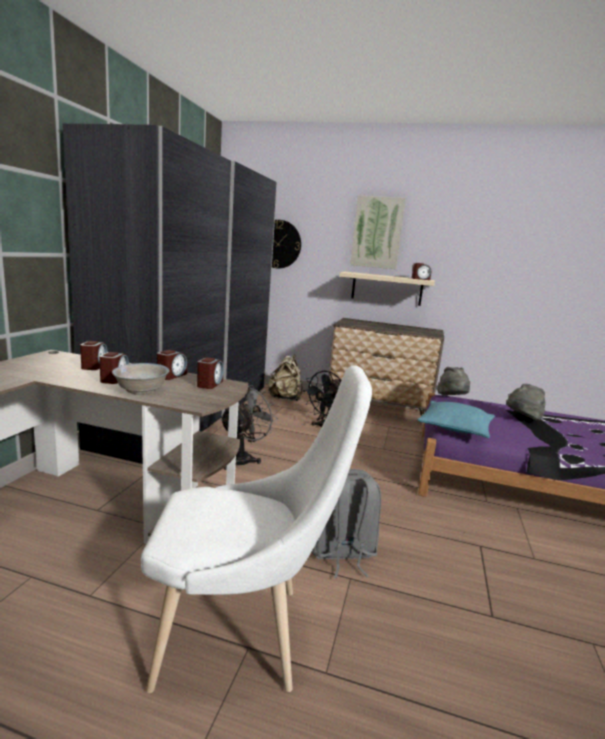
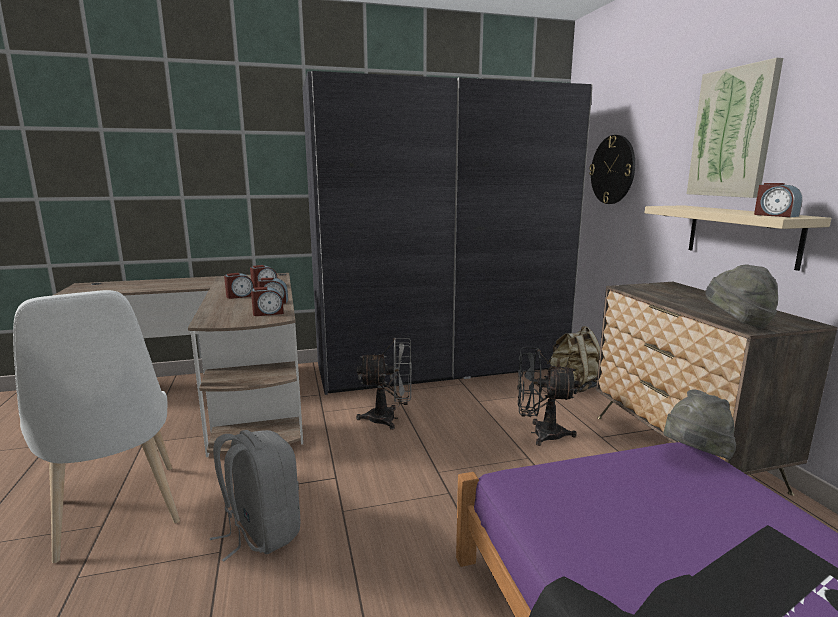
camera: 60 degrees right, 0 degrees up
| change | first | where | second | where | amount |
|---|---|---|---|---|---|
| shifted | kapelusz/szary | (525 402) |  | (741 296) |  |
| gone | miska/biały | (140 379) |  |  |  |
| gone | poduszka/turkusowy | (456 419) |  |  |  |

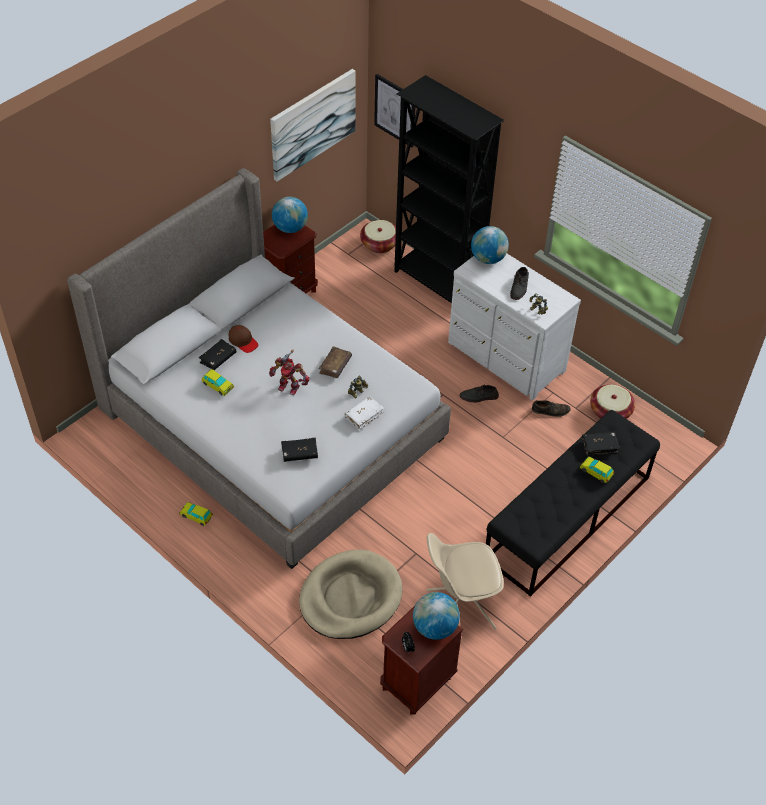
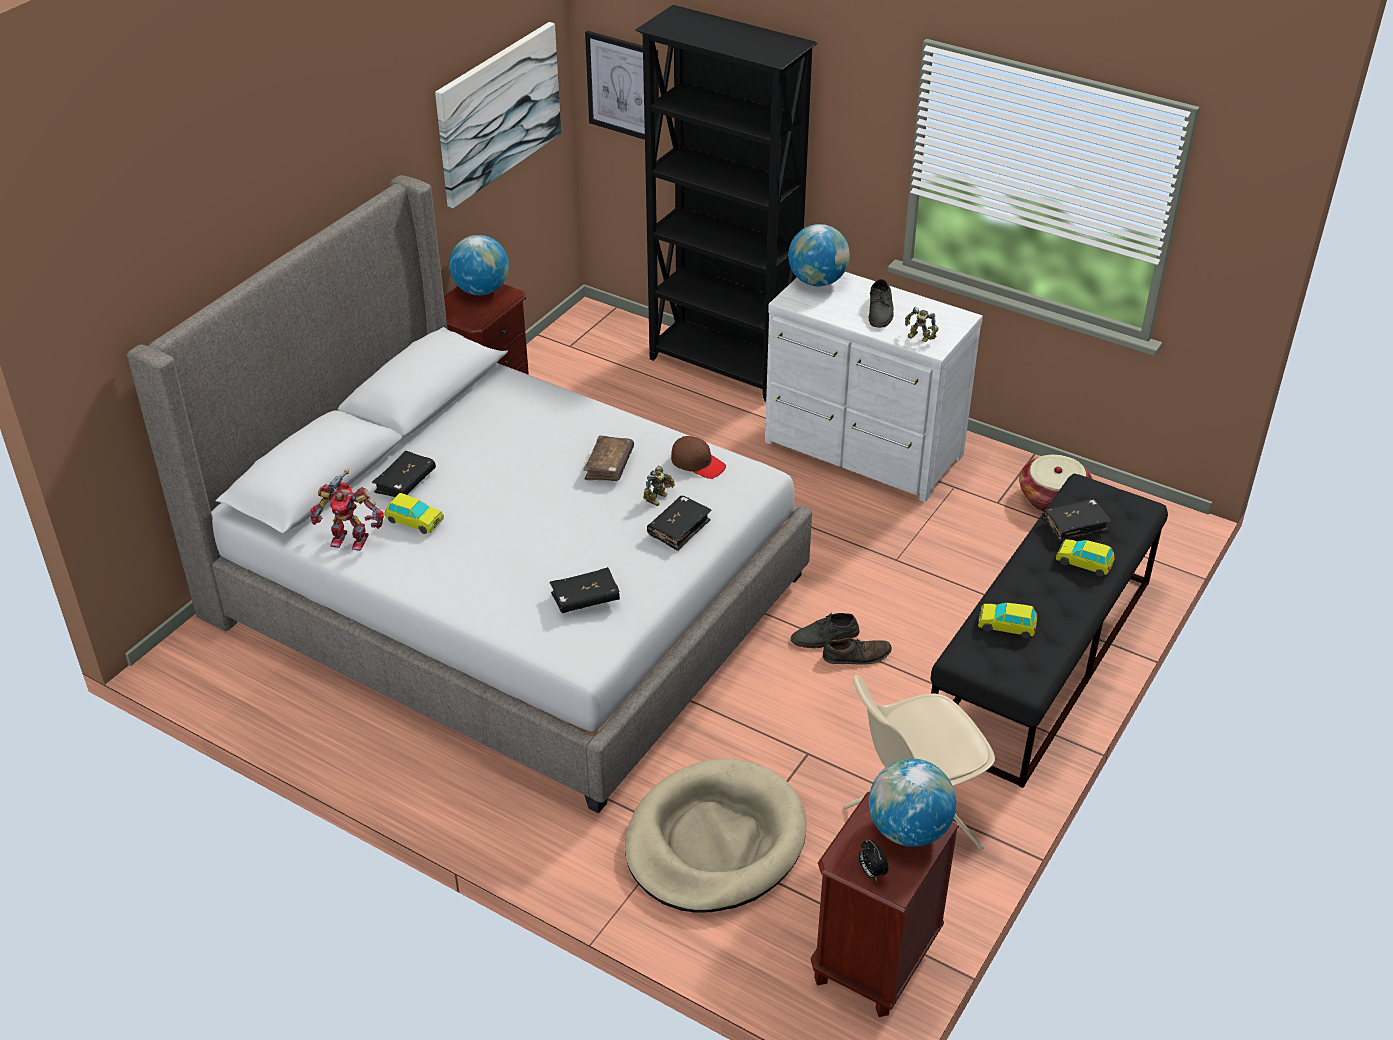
camera: 10 degrees left, 10 degrees down
| change | first | where | second | where | amount |
|---|---|---|---|---|---|
| shifted | robot zabawkowy | (289 372) |  | (347 510) |  |
| repainted | książka/biały | (364 413) | książka/czarny | (679 523) |  |
| shifted | czapka z daszkiem/brązowy | (243 339) |  | (698 457) |  |
| shifted | but/szary | (479 394) |  | (825 630) |  |
| shifted | but/brązowy | (551 408) |  | (857 651) |  |
| shifted | samochodzik | (196 514) |  | (1008 620) |  |
| gone | koszyk | (378 236) |  |  |  |

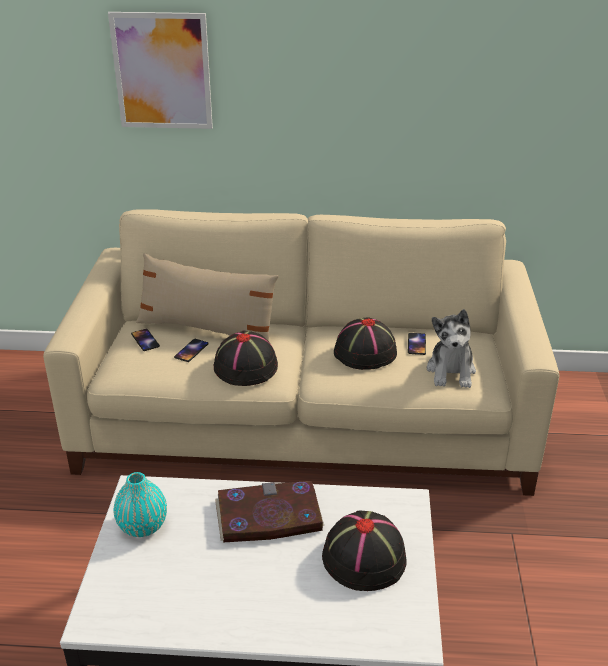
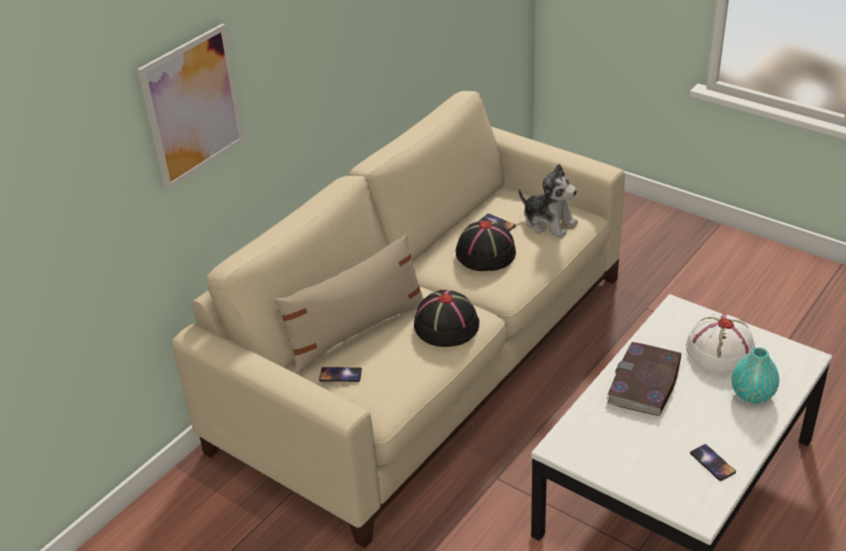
camera: 55 degrees left, 5 degrees up
| change | first | where | second | where | amount |
|---|---|---|---|---|---|
| repainted | kapelusz/czarny | (364 551) | kapelusz/biały | (720 344) |  |
| shifted | telefon | (191 350) |  | (713 462) |  |
| shifted | wazon/turkusowy | (140 504) |  | (755 375) |  |

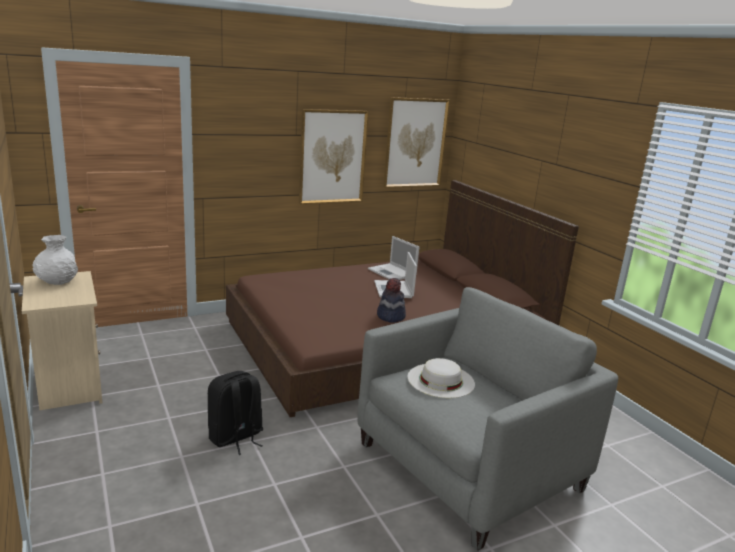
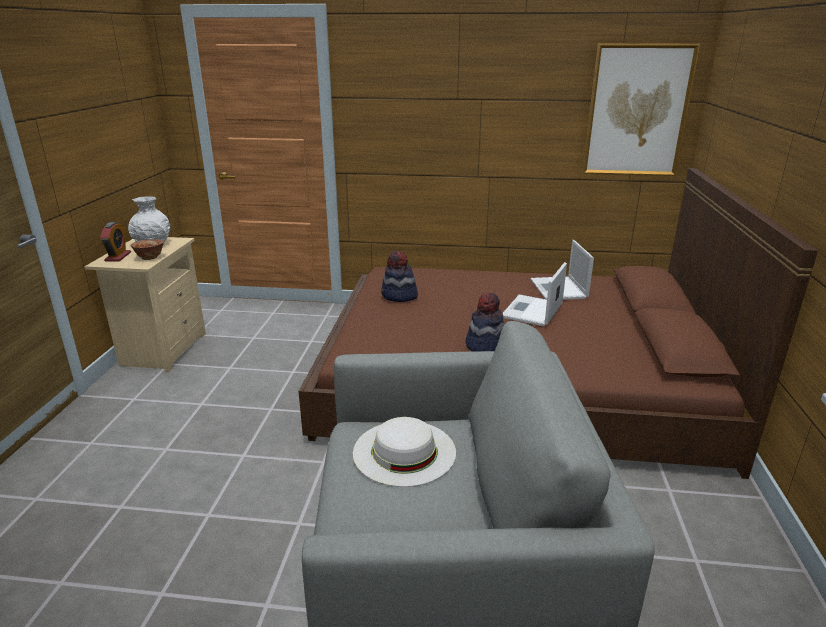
camera: 35 degrees right, 5 degrees up
| change | first | where | second | where | amount |
|---|---|---|---|---|---|
| new |  |  | budzik | (115 242) |  |
| new |  |  | miska | (147 249) |  |
| new |  |  | kapelusz | (399 276) |  |
| gone | plecak/czarny | (235 413) |  |  |  |
| gone | obraz | (334 156) |  |  |  |

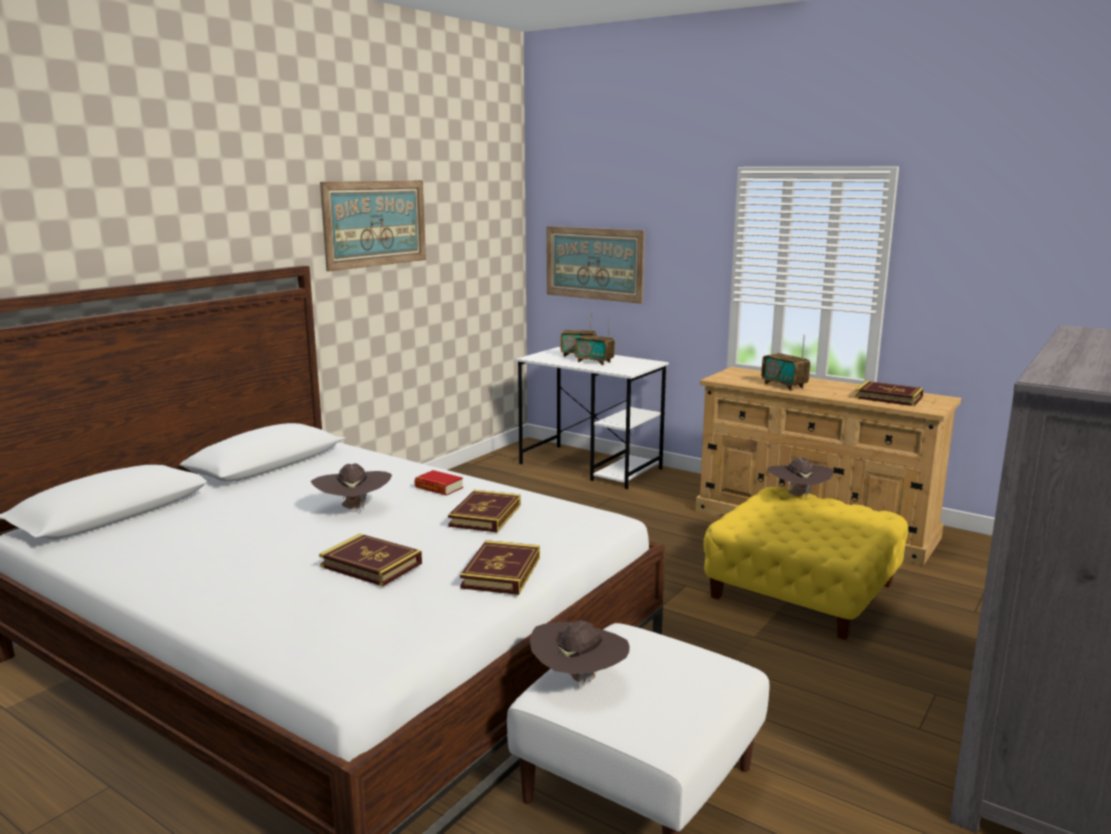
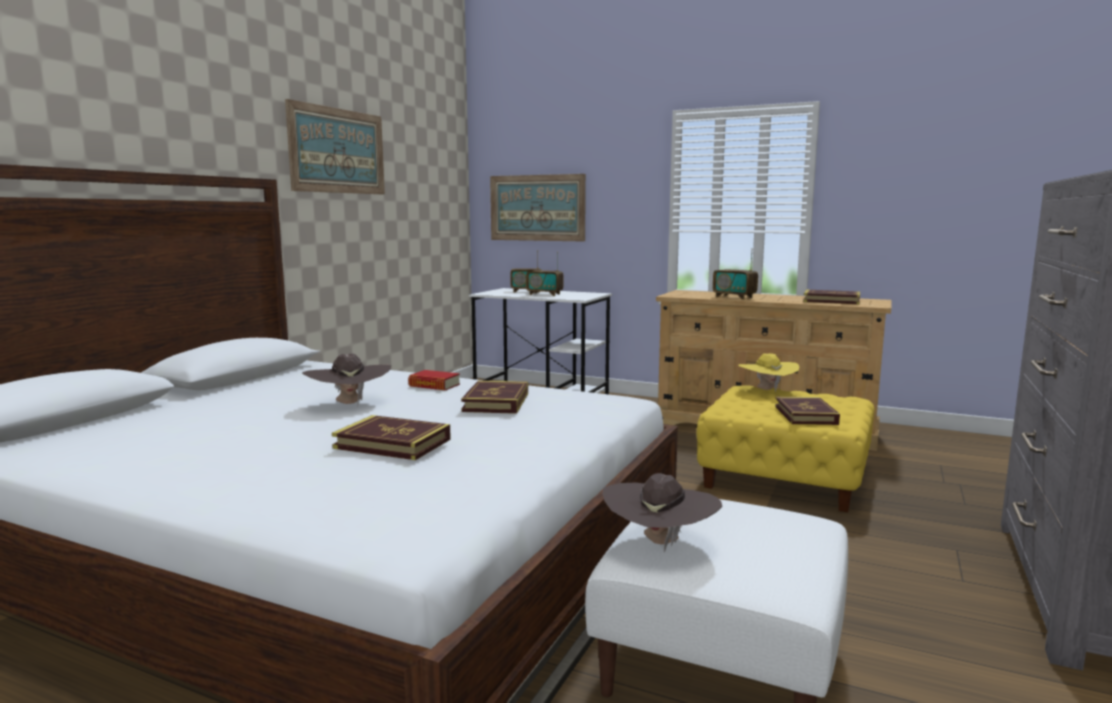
camera: 10 degrees left, 5 degrees down
| change | first | where | second | where | amount |
|---|---|---|---|---|---|
| repainted | kapelusz/brązowy | (800 478) | kapelusz/żółty | (768 372) |  |
| shifted | książka | (500 567) |  | (807 411) |  |

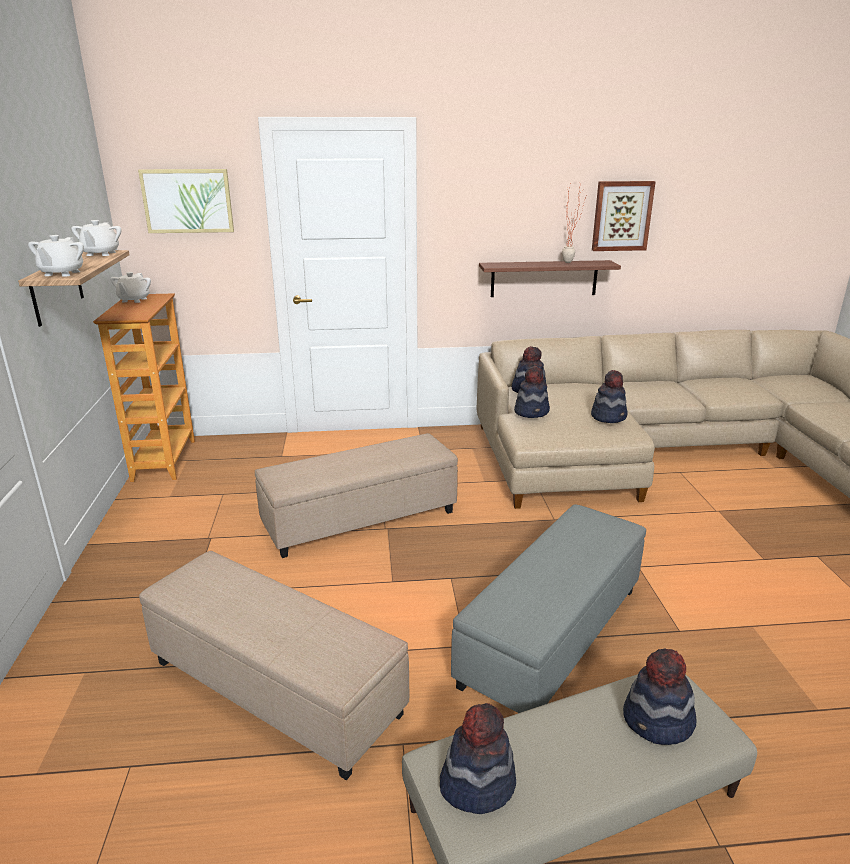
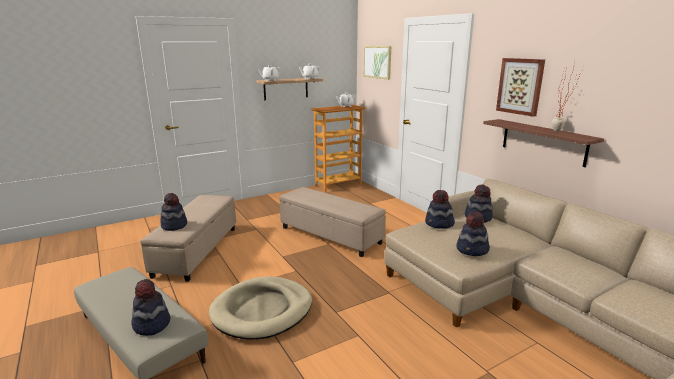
camera: 65 degrees right, 5 degrees down
| change | first | where | second | where | amount |
|---|---|---|---|---|---|
| shifted | kapelusz | (478 758) |  | (173 212) |  |
| swapped | pufa/szary | (548 608) | legowisko/beżowy | (260 307) |  |
| shifted | obraz | (624 216) |  | (520 87) |  |

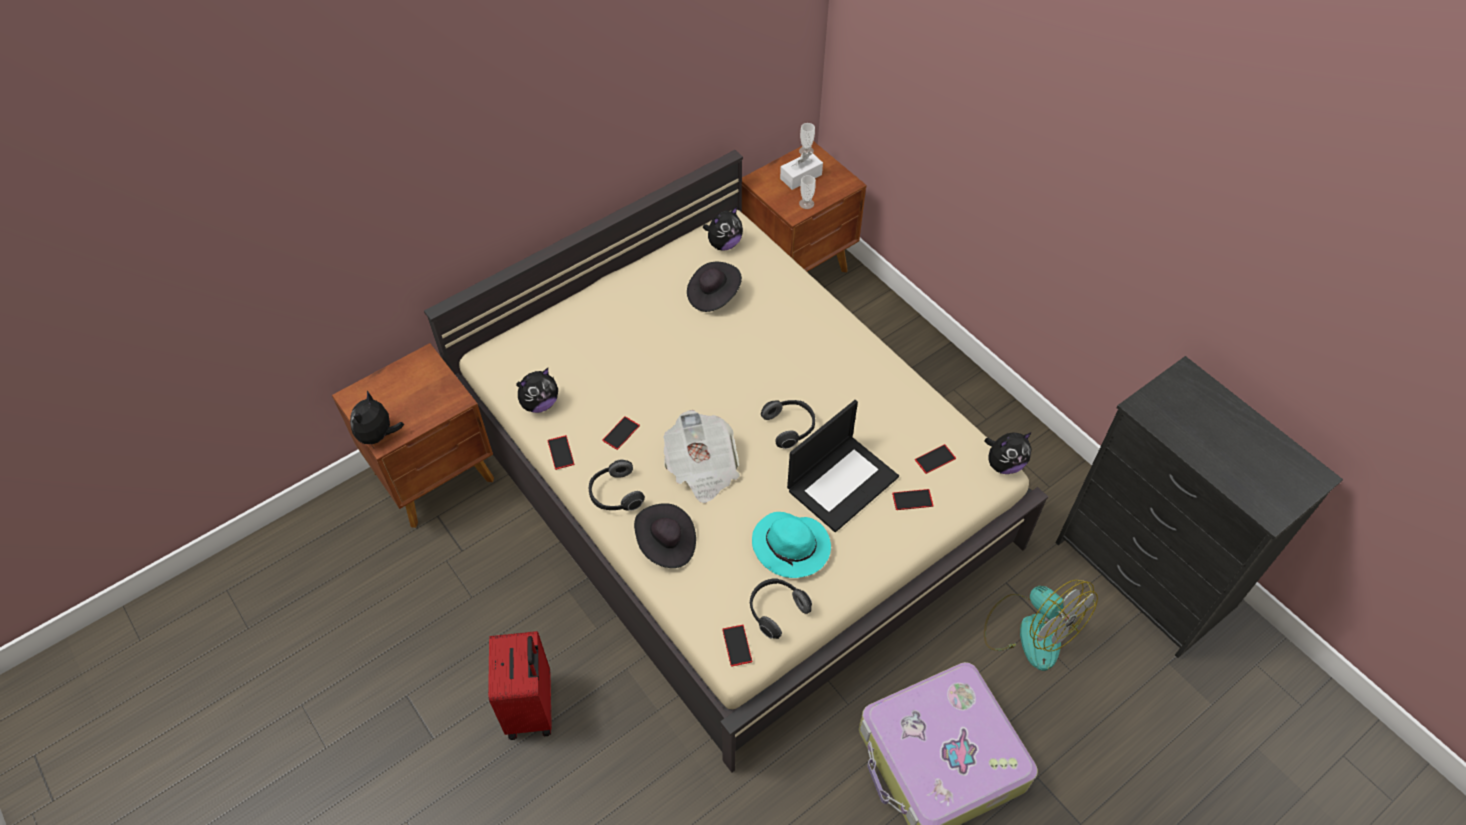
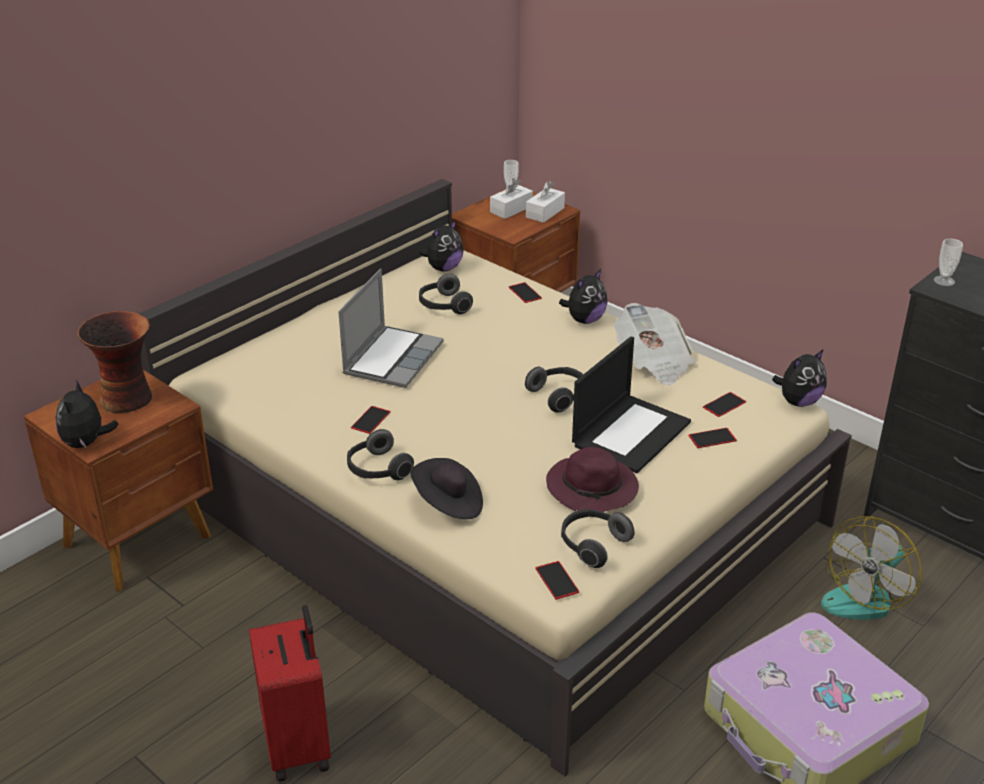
camera: 10 degrees left, 20 degrees down
| change | first | where | second | where | amount |
|---|---|---|---|---|---|
| new |  |  | wazon | (114 362) |  |
| new |  |  | laptop | (390 328) |  |
| swapped | kapelusz/czarny | (714 287) | słuchawki | (446 294) |  |
| shifted | telefon | (561 452) |  | (525 292) |  |
| new |  |  | pudełko chusteczek/biały | (545 202) |  |
| repainted | kapelusz/turkusowy | (791 545) | kapelusz/fioletowy | (592 479) |  |
| shifted | pluszak | (537 390) |  | (583 296) |  |
| shifted | gazeta | (701 456) |  | (655 344) |  |
| rotated | wentylator | (1041 625) |  | (871 568) | 90 degrees clockwise |
| shifted | filiżanka | (807 192) |  | (948 262) |  |

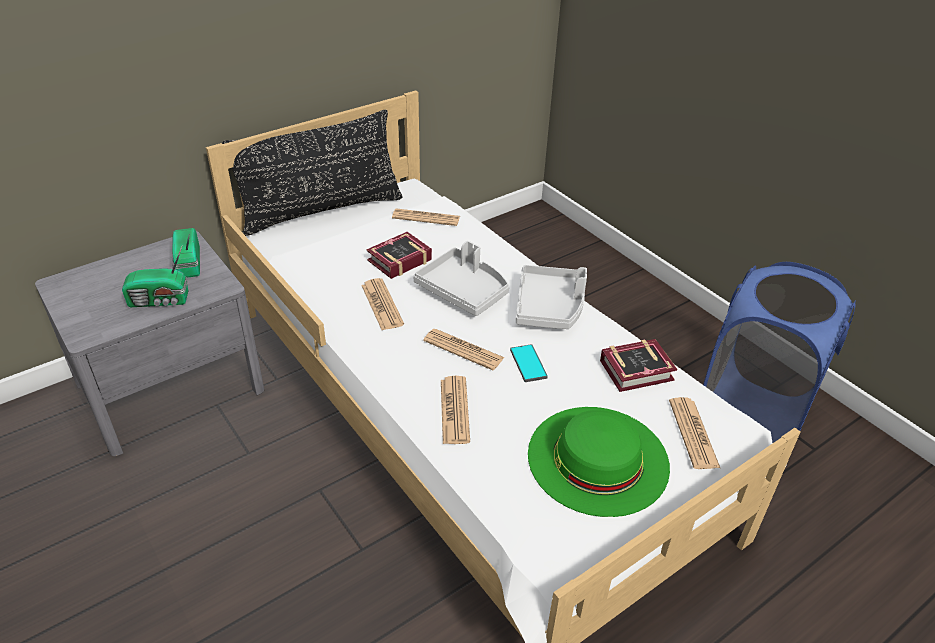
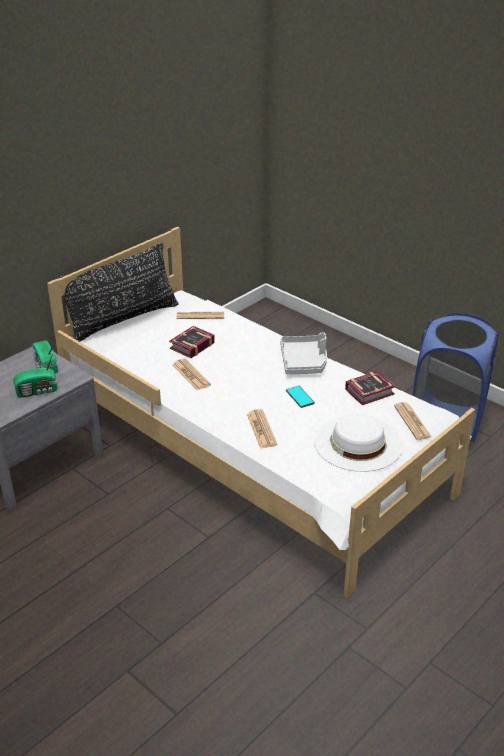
camera: 10 degrees left, 5 degrees down
| change | first | where | second | where | amount |
|---|---|---|---|---|---|
| repainted | kapelusz/zielony | (599 462) | kapelusz/biały | (358 442) |  |
| gone | taca/szary | (461 278) |  |  |  |
| gone | gazeta | (464 349) |  |  |  |

